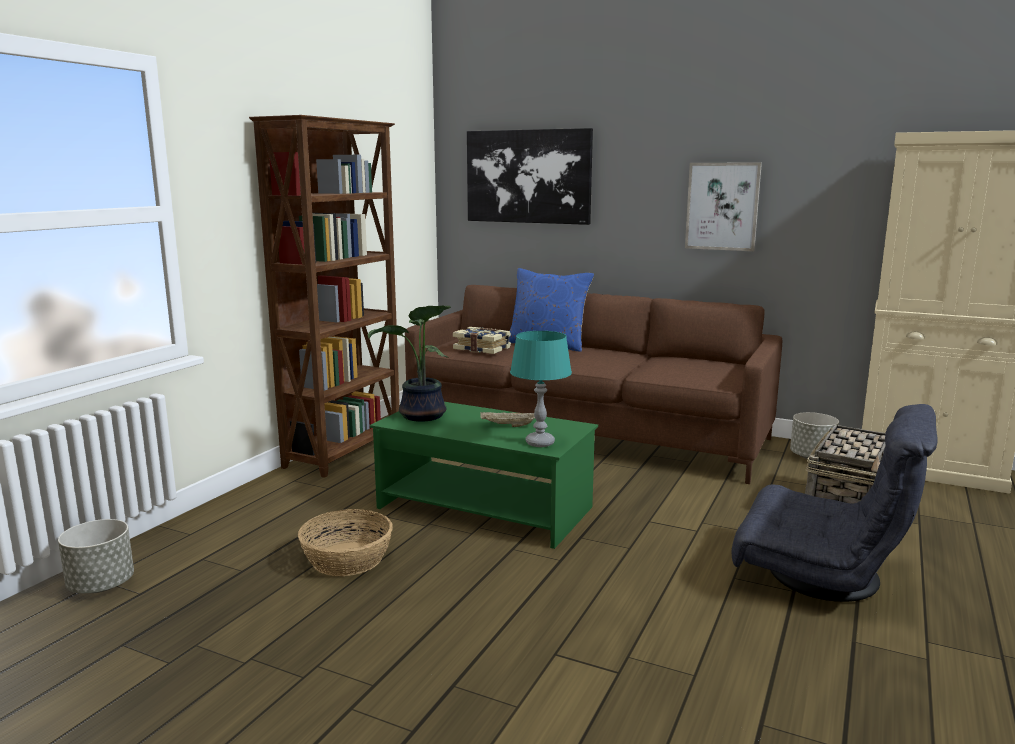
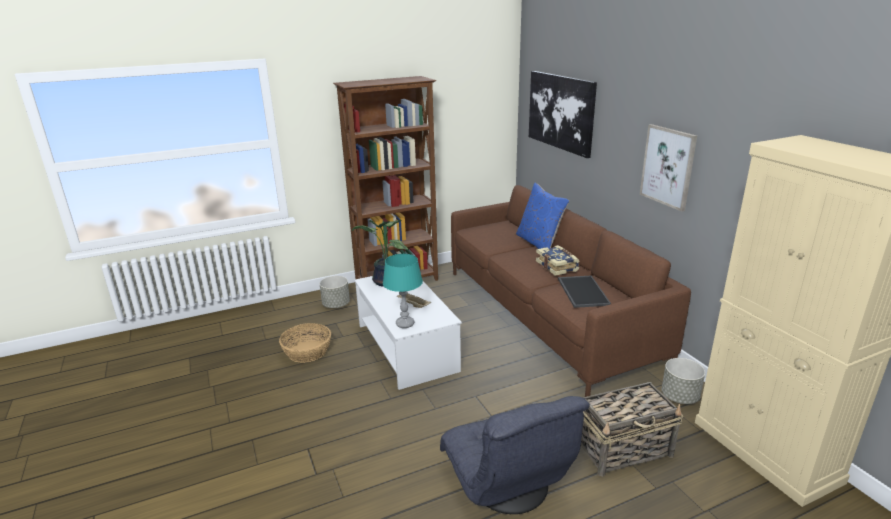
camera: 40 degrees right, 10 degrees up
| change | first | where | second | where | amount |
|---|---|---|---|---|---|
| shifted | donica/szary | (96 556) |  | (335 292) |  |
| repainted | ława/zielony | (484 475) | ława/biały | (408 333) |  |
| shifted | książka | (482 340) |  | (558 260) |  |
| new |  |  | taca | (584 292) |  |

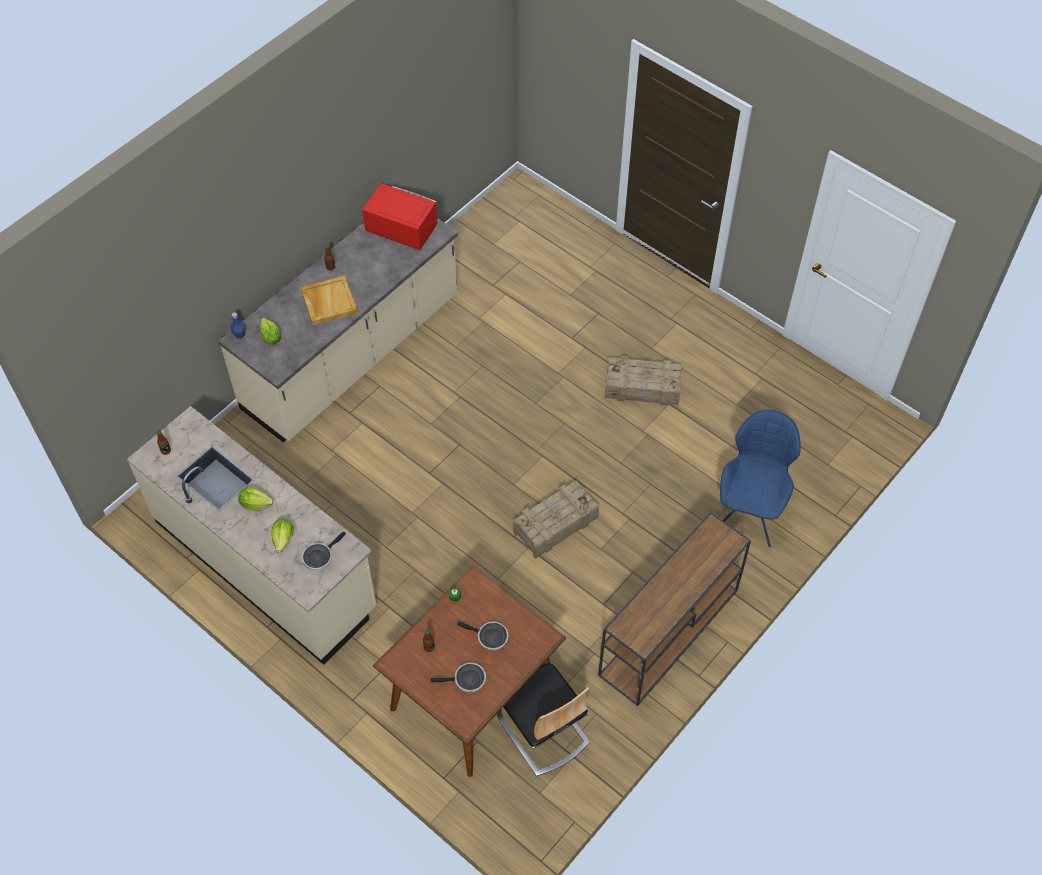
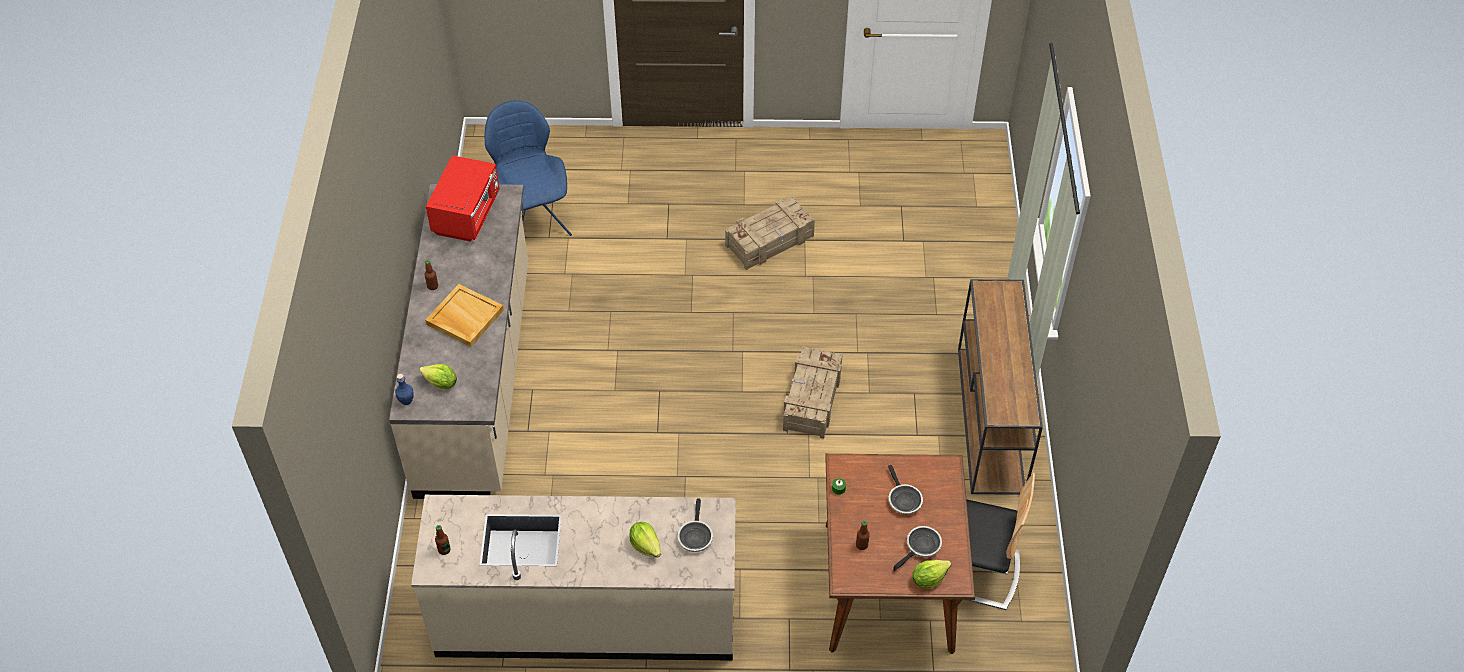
camera: 40 degrees left, 5 degrees down
| change | first | where | second | where | amount |
|---|---|---|---|---|---|
| rotated | mikrofalówka/czerwony | (399 216) |  | (463 198) | 120 degrees clockwise |
| shifted | krzesło/niebieski | (760 478) |  | (528 168) |  |
| rotated | patelnia | (483 635) |  | (905 490) | 90 degrees clockwise |
| shifted | sałata | (256 499) |  | (931 574) |  |

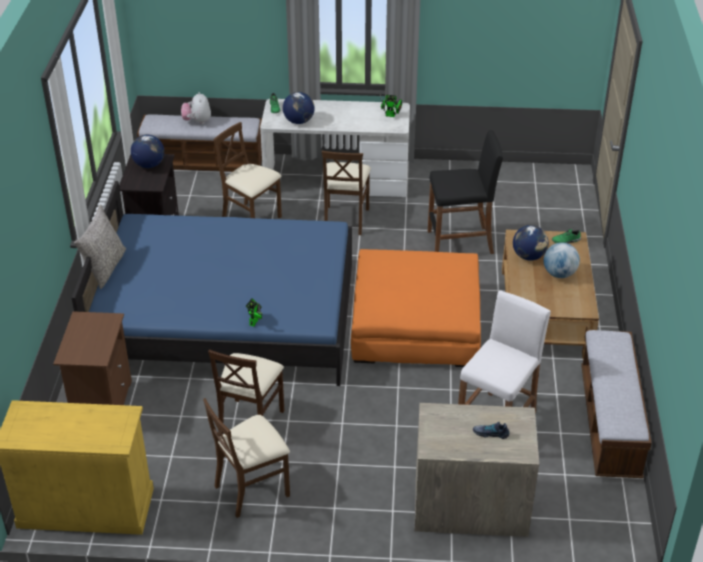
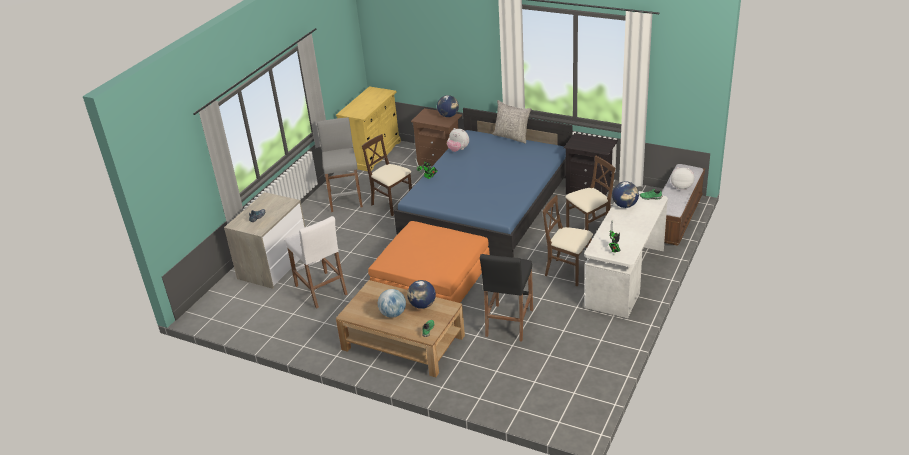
camera: 115 degrees right, 5 degrees down
| change | first | where | second | where | amount |
|---|---|---|---|---|---|
| swapped | krzesło/brązowy | (246 458) | stołek/szary | (340 164) |  |
| shifted | globus | (147 151) |  | (448 106) |  |
| new |  |  | pluszak | (458 140) |  |
| gone | ławka | (616 404) |  |  |  |

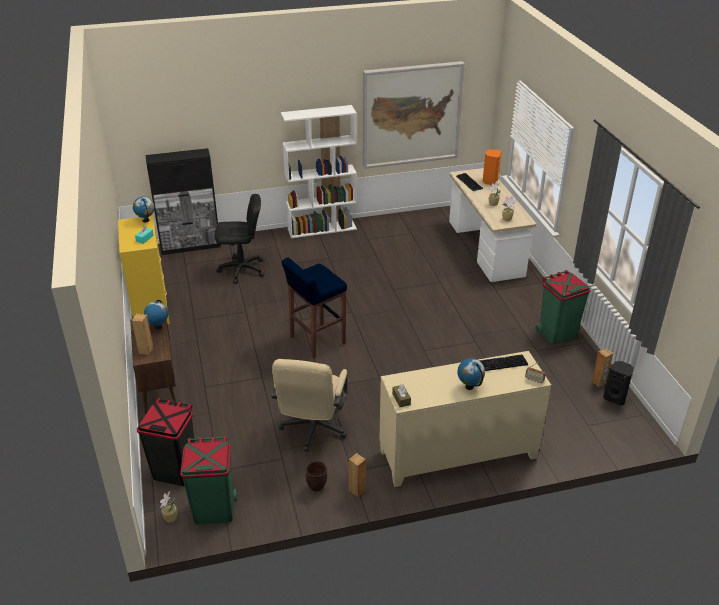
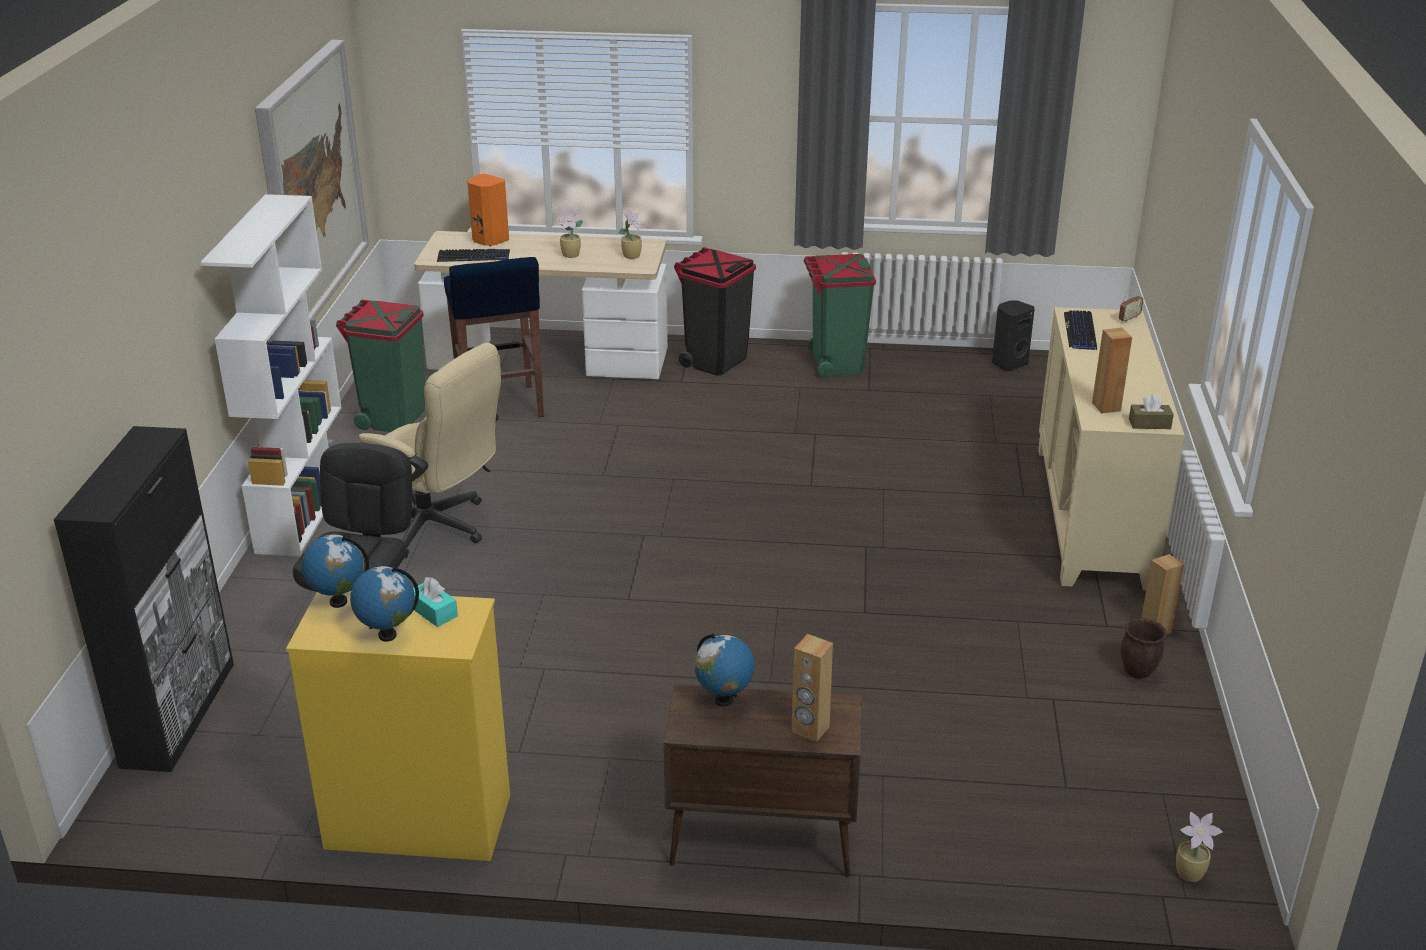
camera: 70 degrees left, 5 degrees down
| change | first | where | second | where | amount |
|---|---|---|---|---|---|
| shifted | kosz na śmieci/zielony | (208 480) |  | (380 365) |  |
| shifted | globus | (471 374) |  | (384 604) |  |
| shifted | krzesło biurowe/beżowy | (309 405) |  | (430 450) |  |
| shifted | stołek/niebieski | (314 307) |  | (494 337) |  |
| shifted | kosz na śmieci/czarny | (166 442) |  | (715 311) |  |
| shifted | głośnik/brązowy | (602 367) |  | (1112 370) |  |

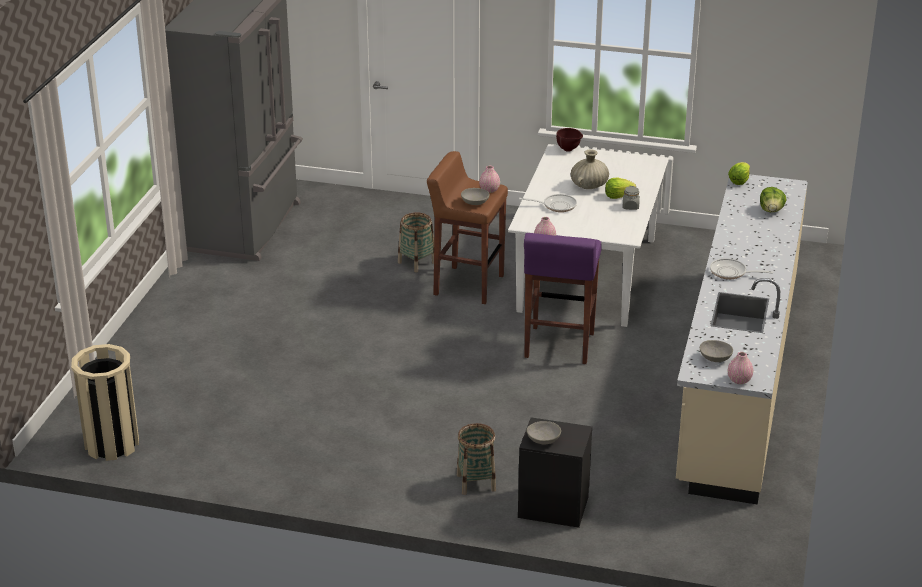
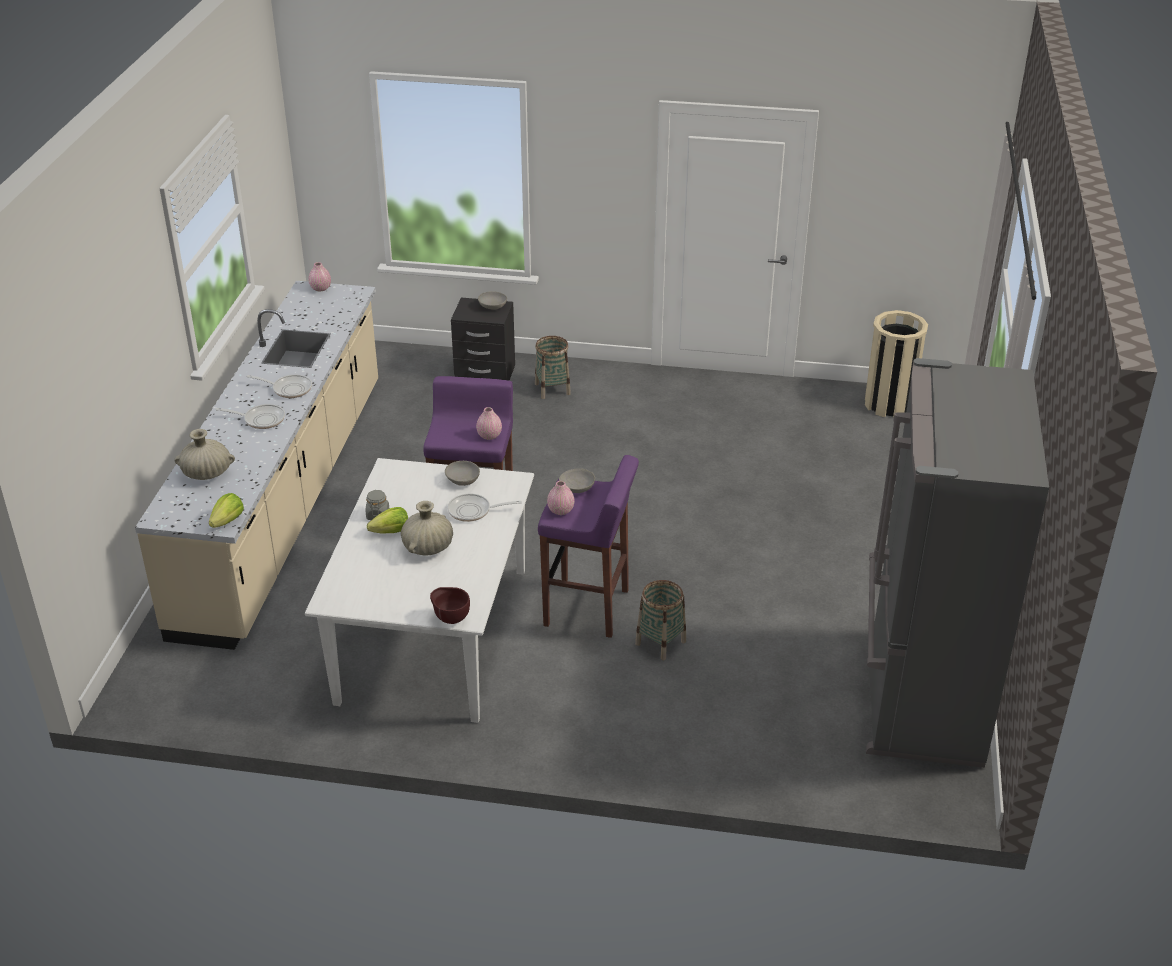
camera: 175 degrees right, 5 degrees up
| change | first | where | second | where | amount |
|---|---|---|---|---|---|
| swapped | sałata | (773 199) | wazon/beżowy | (204 454) |  |
| new |  |  | patelnia | (250 416) |  |
| shifted | miska/szary | (716 351) |  | (462 473) |  |
| repainted | stołek/brązowy | (467 227) | stołek/fioletowy | (588 546) |  |

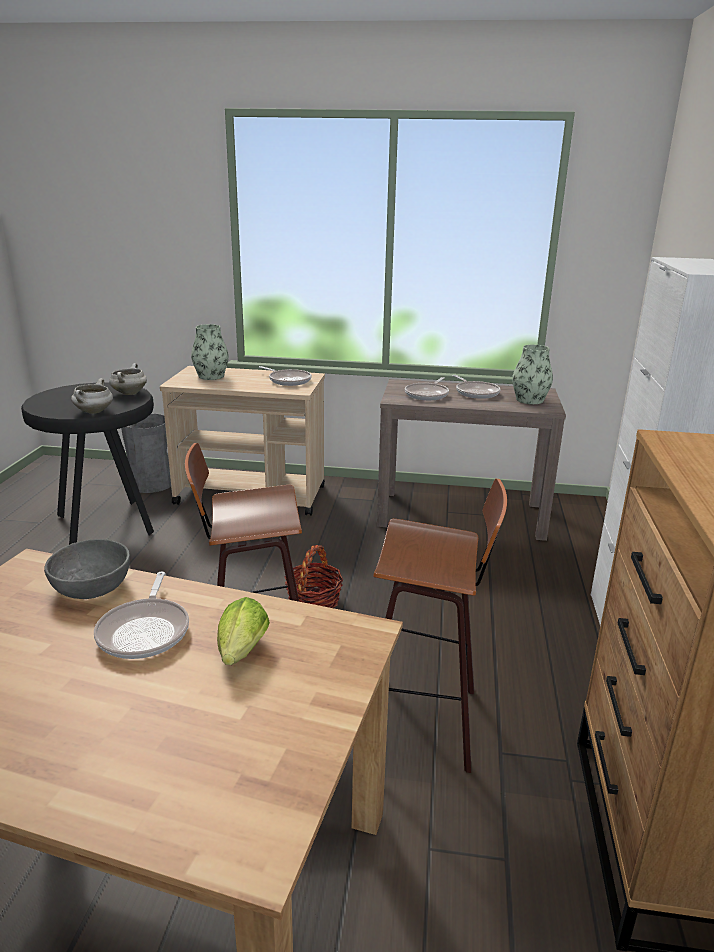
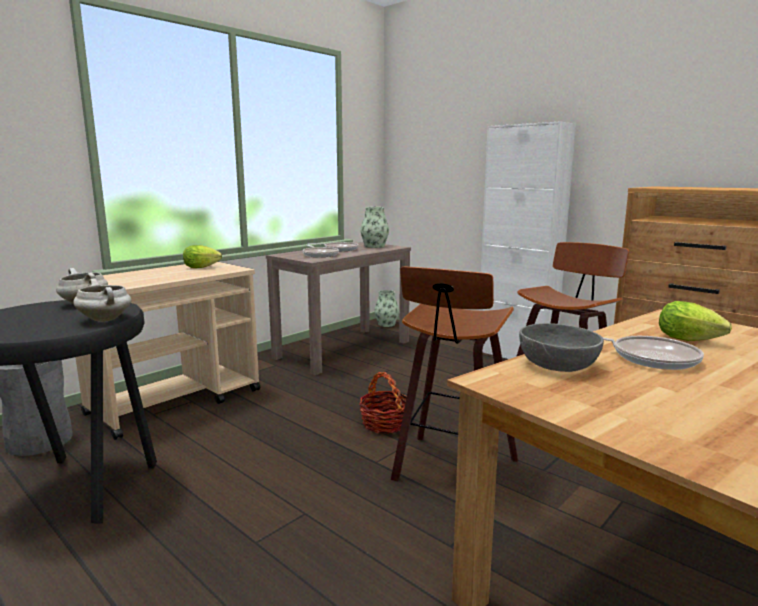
camera: 55 degrees left, 10 degrees down
| change | first | where | second | where | amount |
|---|---|---|---|---|---|
| swapped | patelnia | (285 376) | sałata | (202 256) |  |
| shifted | wazon | (210 352) |  | (386 308) |  |

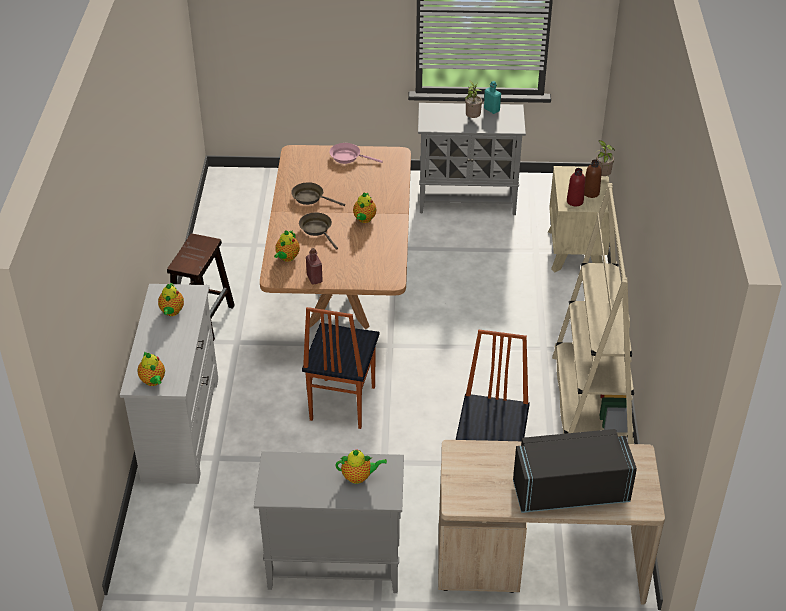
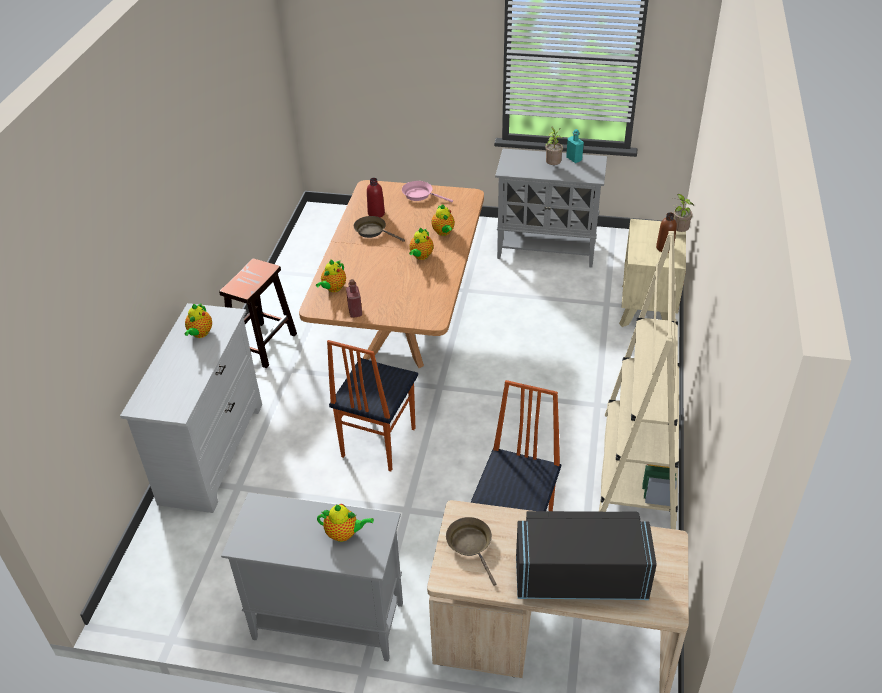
camera: 10 degrees right, 0 degrees up
| change | first | where | second | where | amount |
|---|---|---|---|---|---|
| shifted | butelka/czerwony | (576 187) |  | (376 197) |  |
| shifted | imbryk | (151 368) |  | (443 220) |  |
| shifted | patelnia/brązowy | (318 231) |  | (471 551) |  |

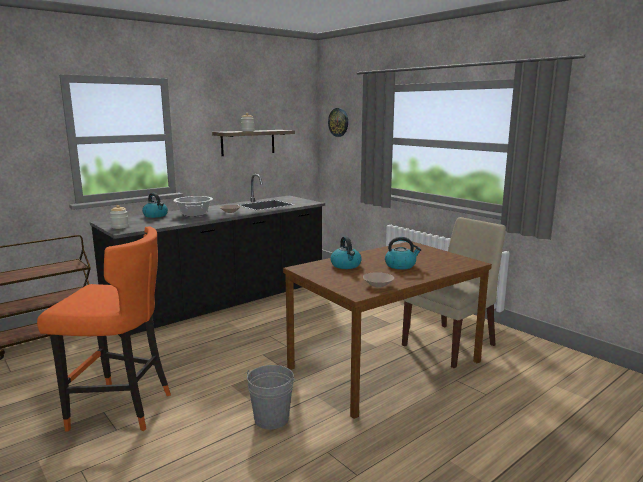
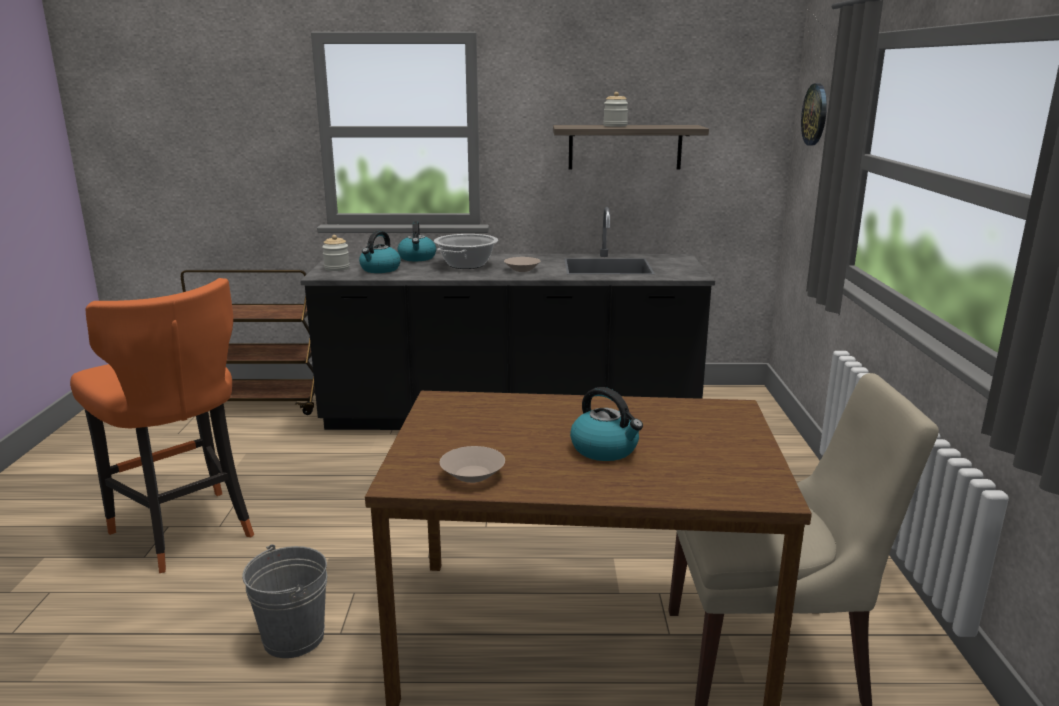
camera: 40 degrees right, 5 degrees up
| change | first | where | second | where | amount |
|---|---|---|---|---|---|
| shifted | czajnik | (346 252) |  | (380 252) |  |

